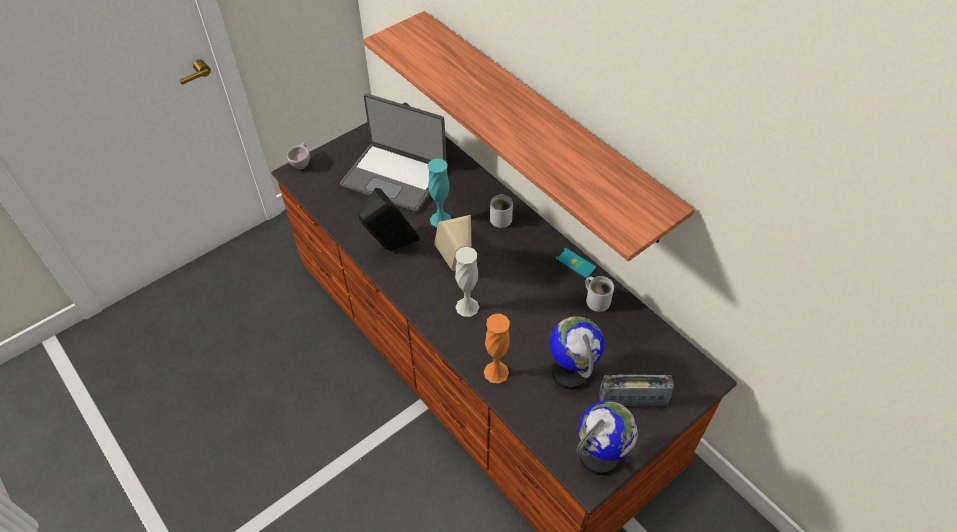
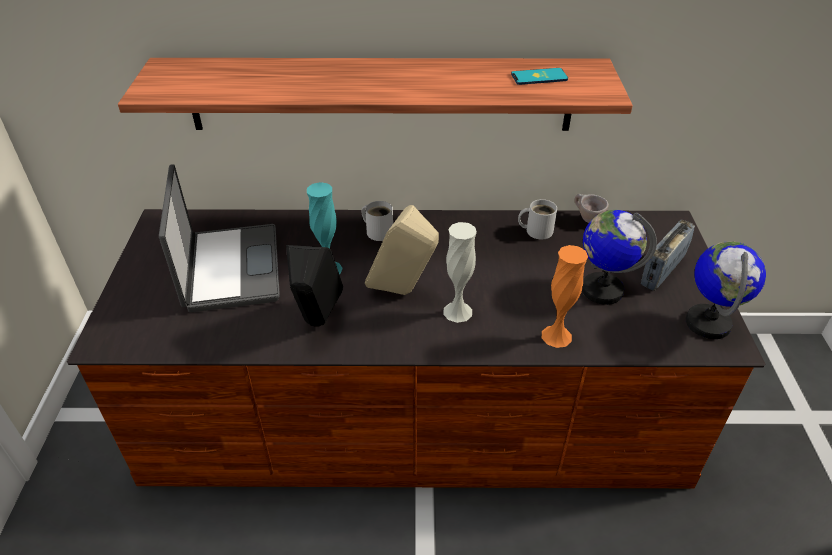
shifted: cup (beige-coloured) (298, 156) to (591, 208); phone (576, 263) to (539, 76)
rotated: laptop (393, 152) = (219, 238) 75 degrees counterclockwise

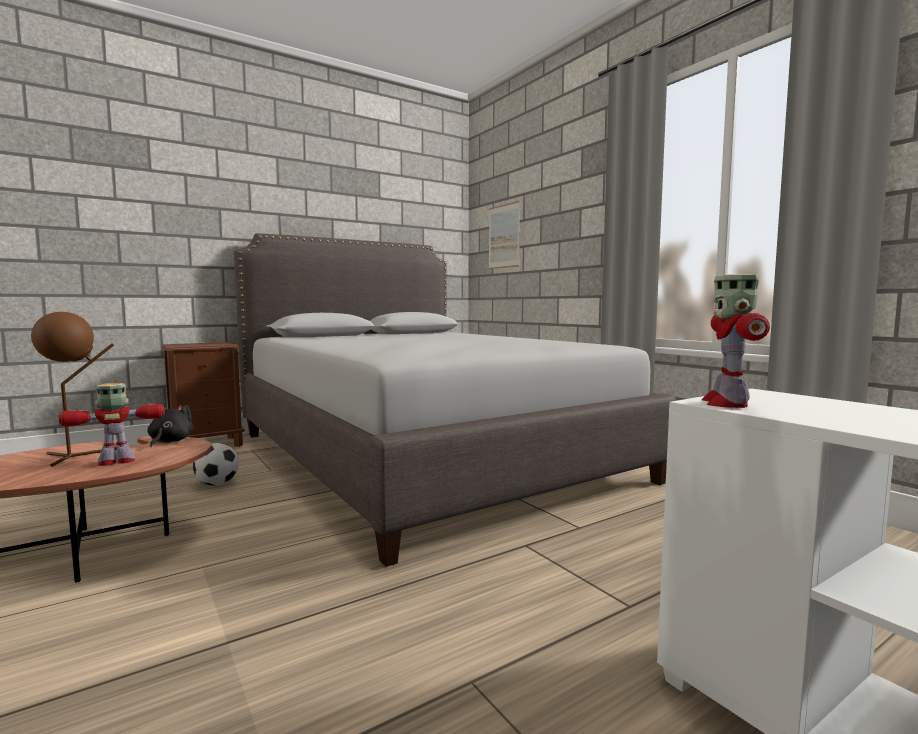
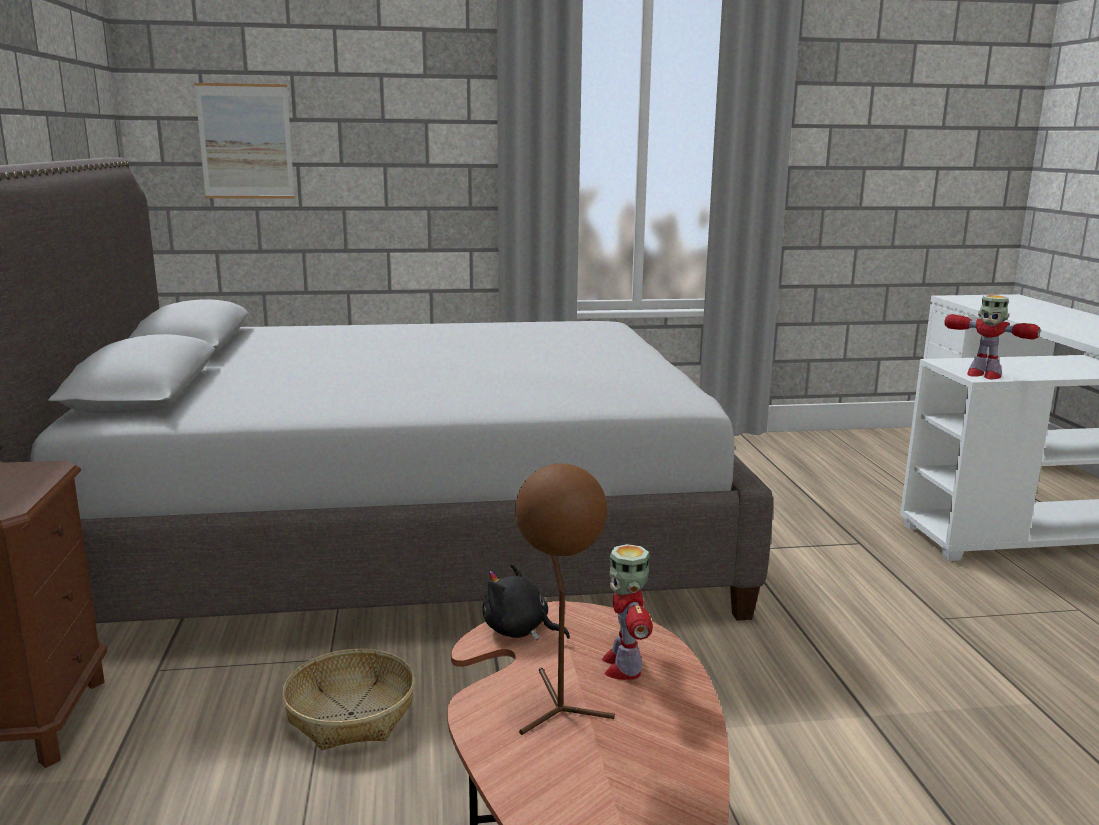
swapped: football (216, 464) to basket (348, 699)

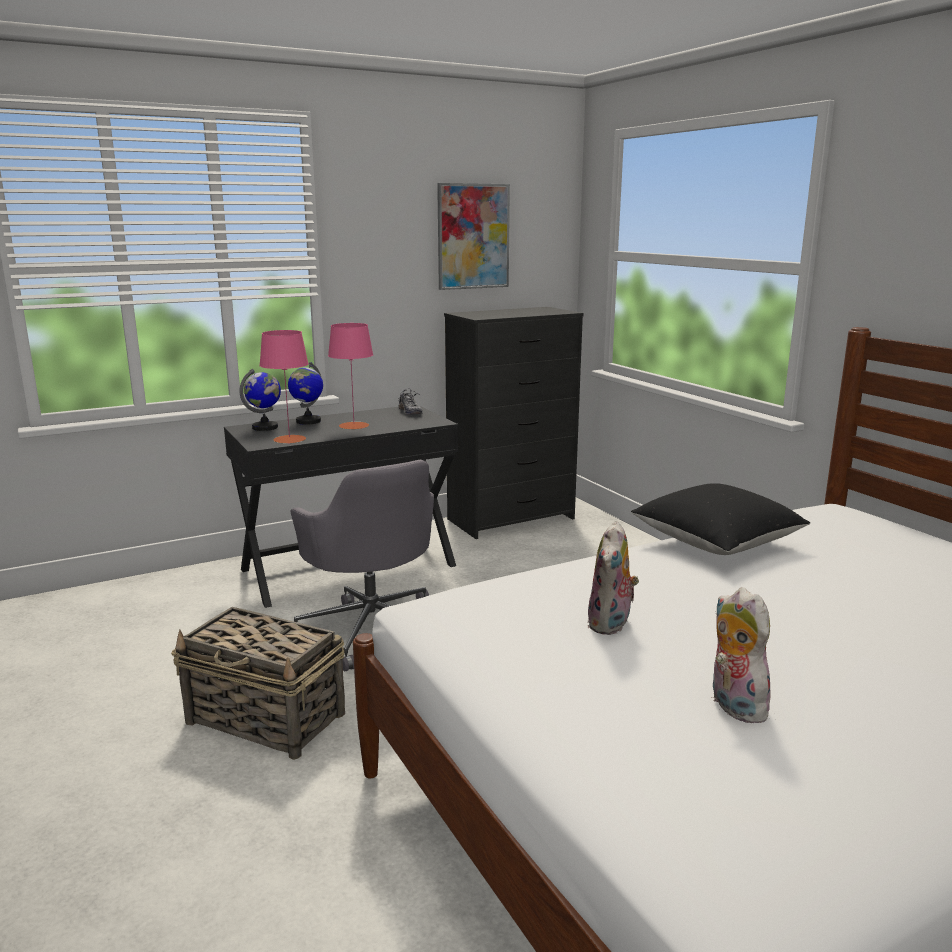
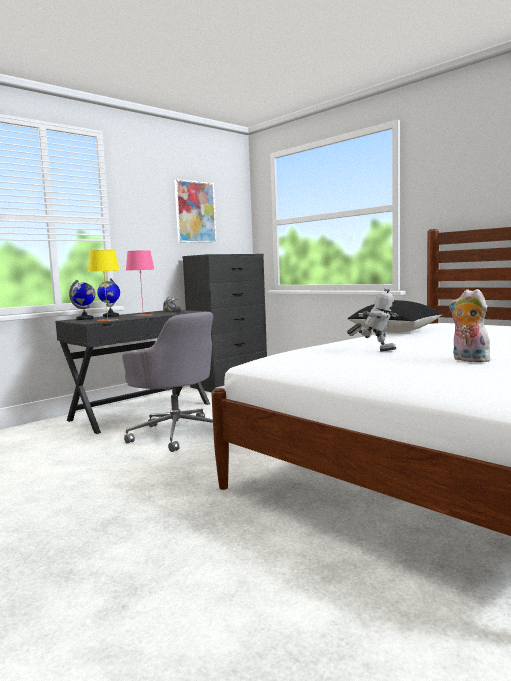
gone: basket (258, 683)
swapped: plush toy (613, 578) to model robot (373, 320)
repainted: table lamp (pinkish) (284, 387) to table lamp (yellowish) (103, 285)

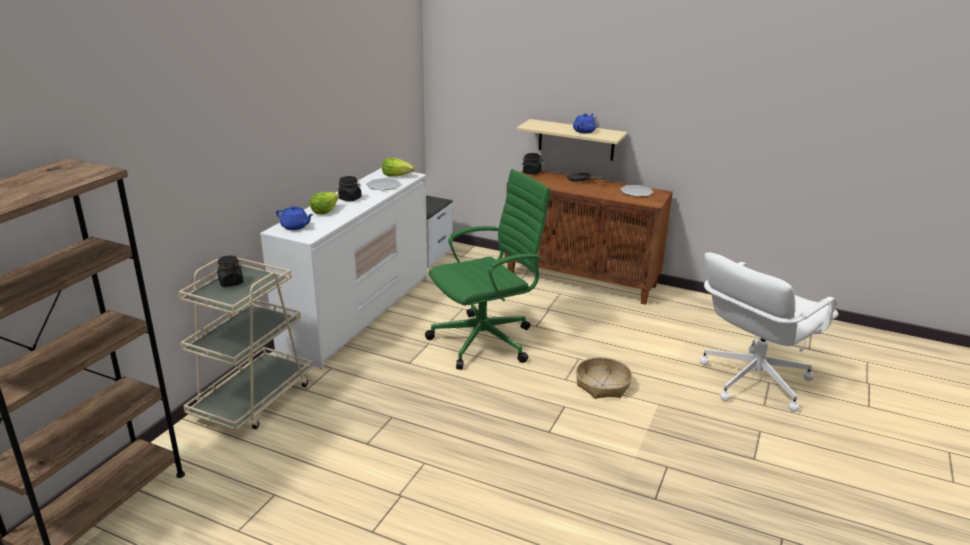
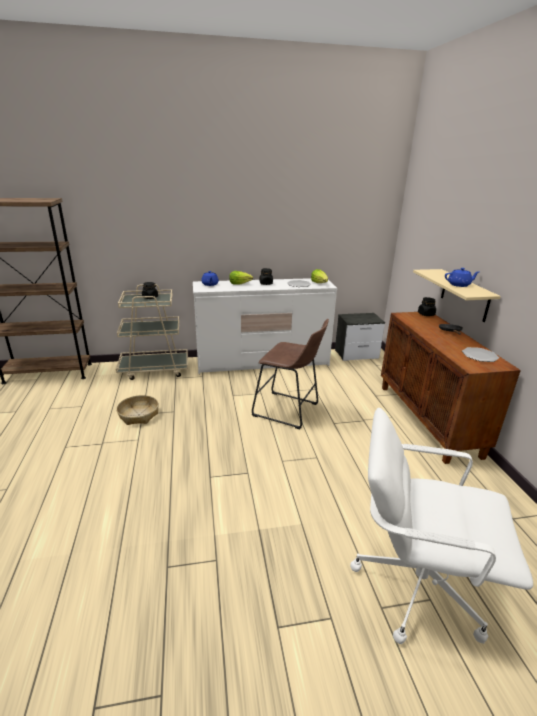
shifted: basket (604, 378) to (137, 410)
swapped: office chair (green-coloured) (488, 269) to stool (brown-coloured) (290, 374)

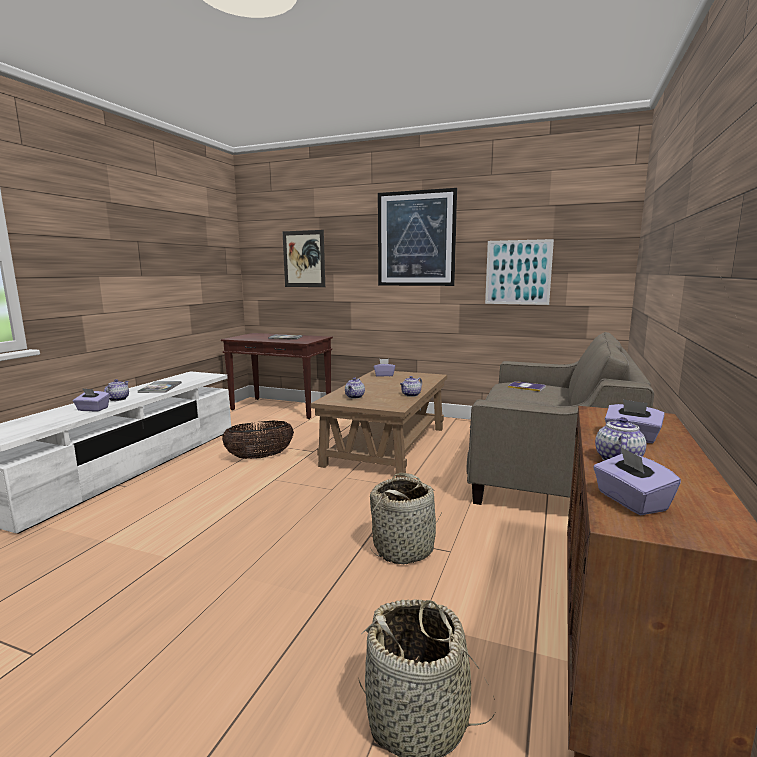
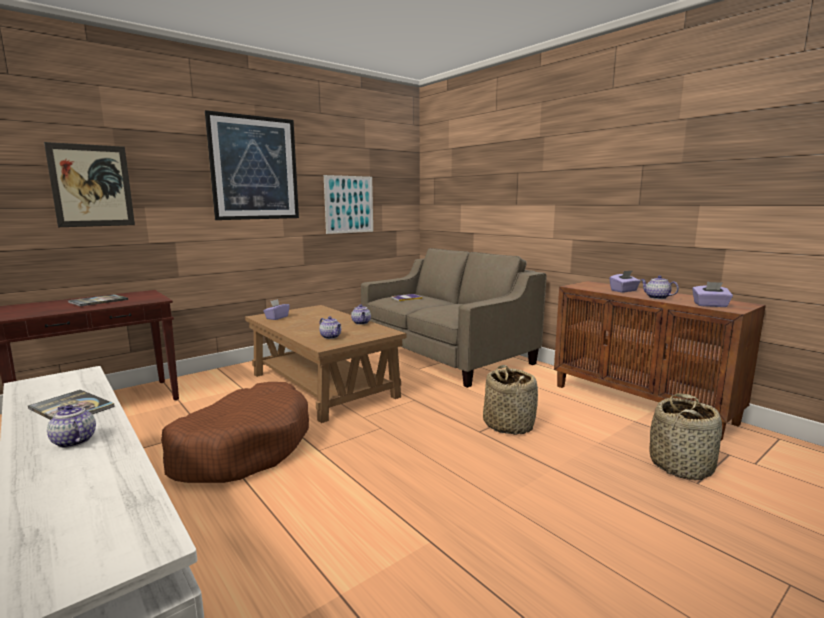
gone: box of tissues (purple-coloured) (91, 400)
swapped: basket (258, 440) to dog cushion (brown-coloured) (235, 432)

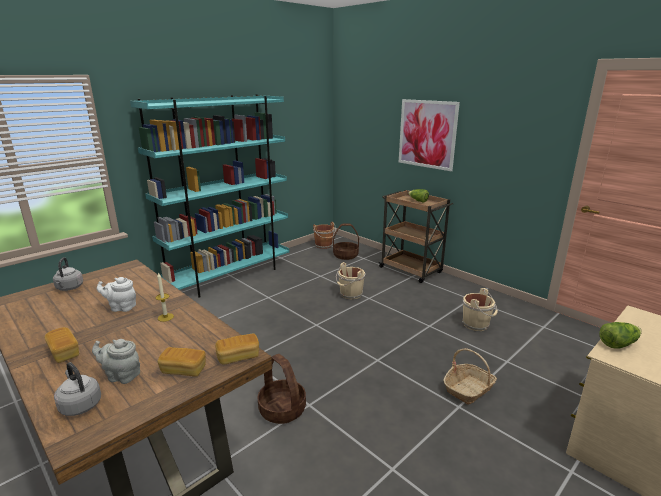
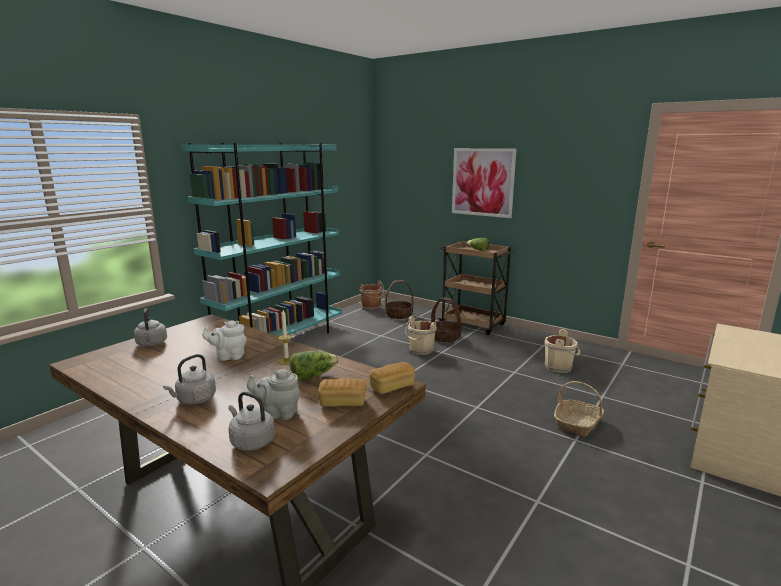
shifted: basket (281, 389) to (446, 319); head of lettuce (620, 335) to (314, 366)
swapped: bread (62, 345) to kettle (greyish) (189, 379)

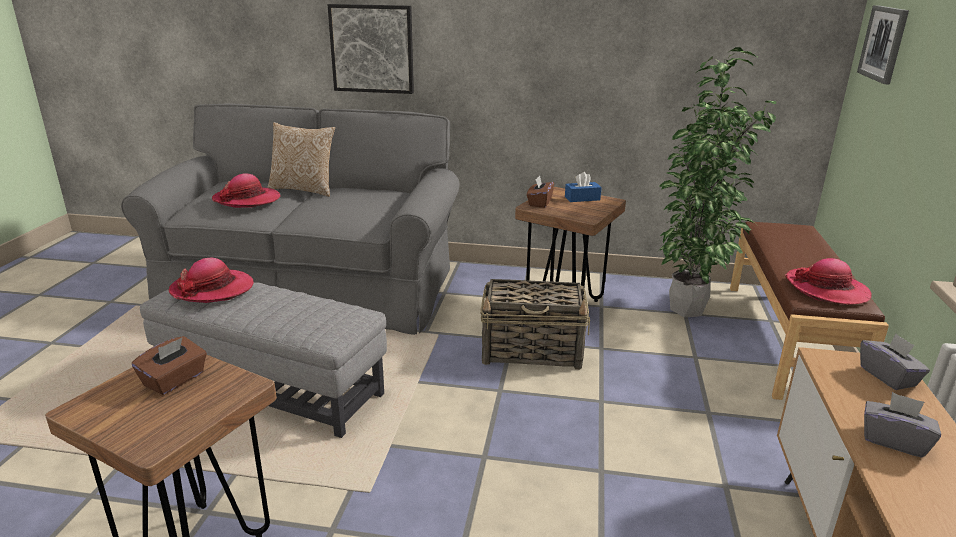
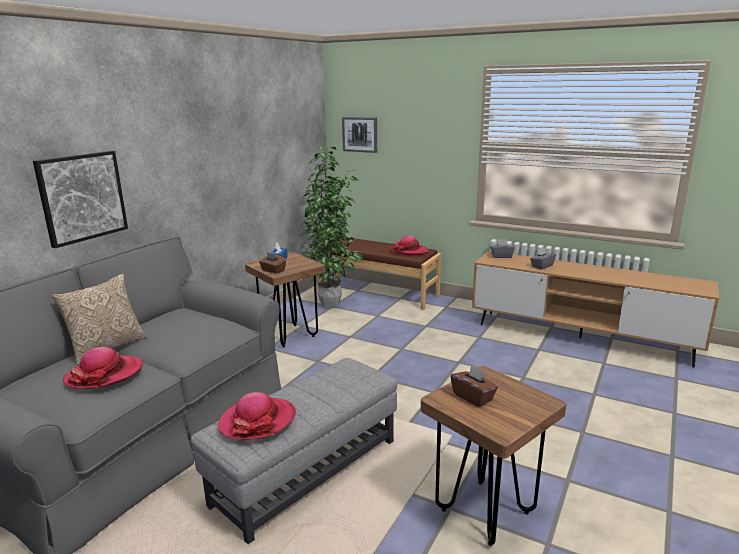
gone: basket (535, 324)

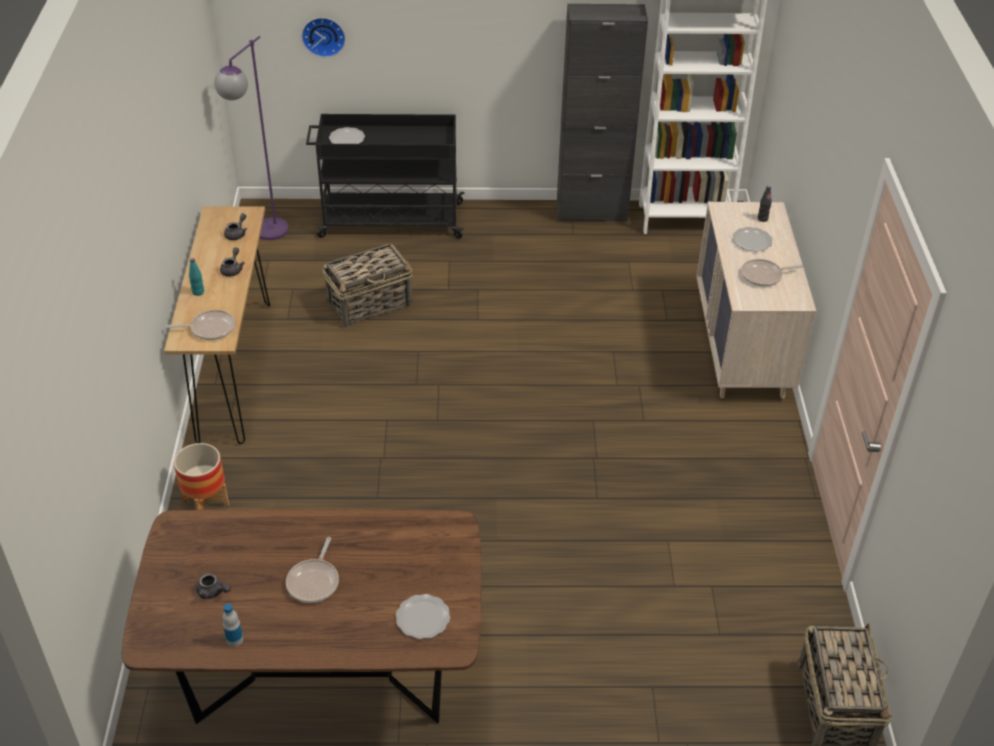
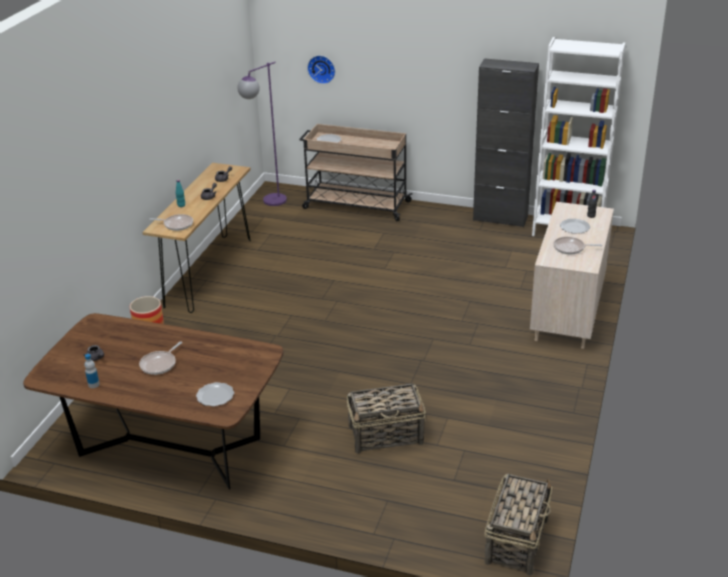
shifted: basket (367, 285) to (386, 419)
repainted: trolley (black-coloured) (385, 176) to trolley (beige-coloured) (355, 172)

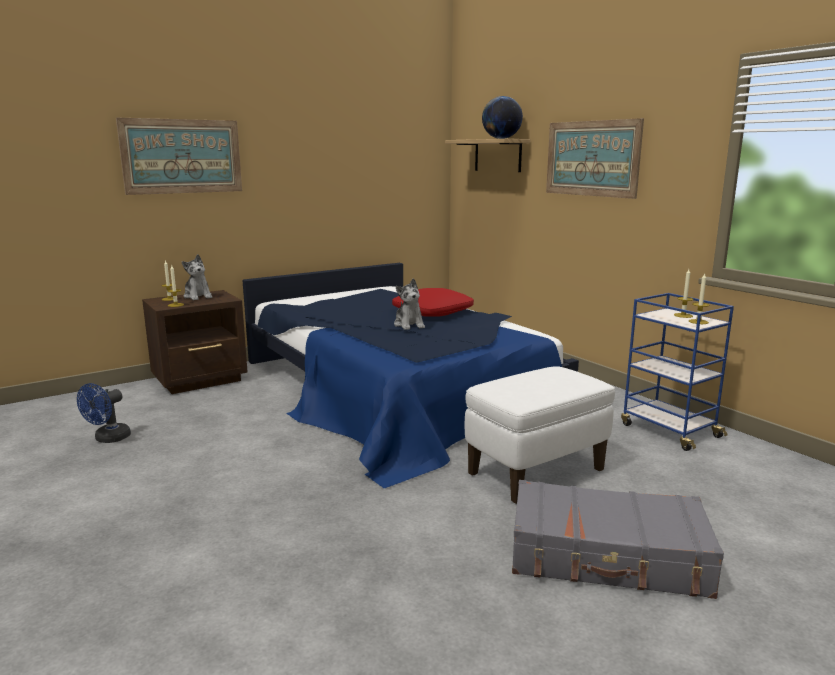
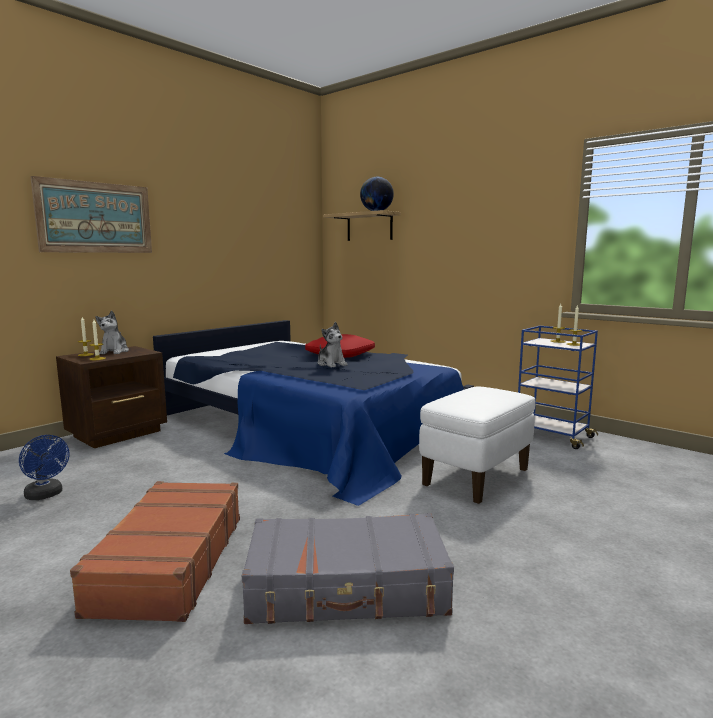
gone: wall picture (595, 158)
new: travel case (brown-coloured) (155, 551)
shifted: travel case (greyish) (618, 539) to (348, 568)
rotated: cooling fan (blue) (104, 413) = (44, 467) 60 degrees counterclockwise; plush toy (197, 277) = (112, 332) 45 degrees clockwise

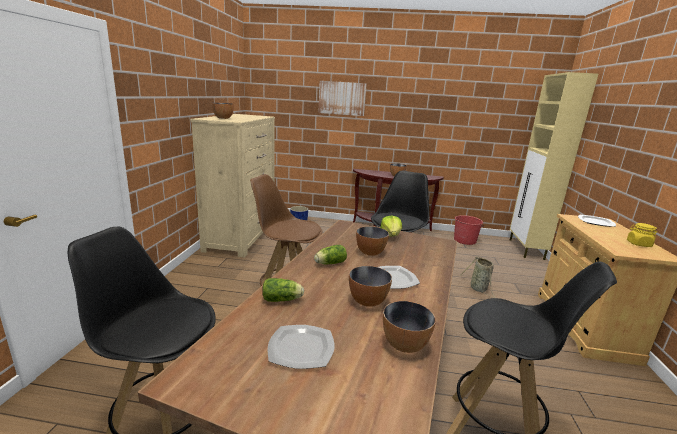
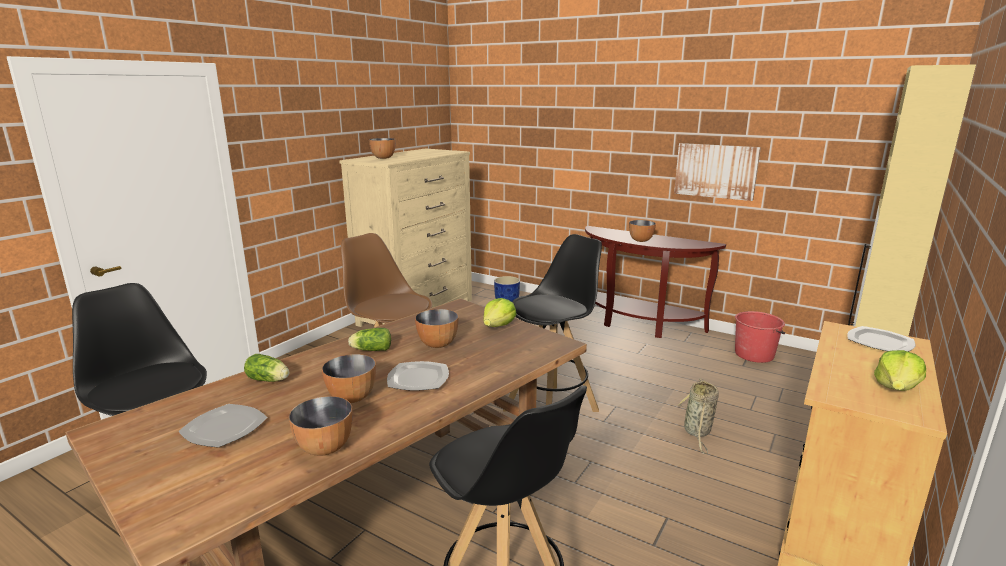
shifted: wall picture (342, 98) to (717, 172)
swapped: preserve jar (yellowish) (642, 235) to head of lettuce (900, 370)

